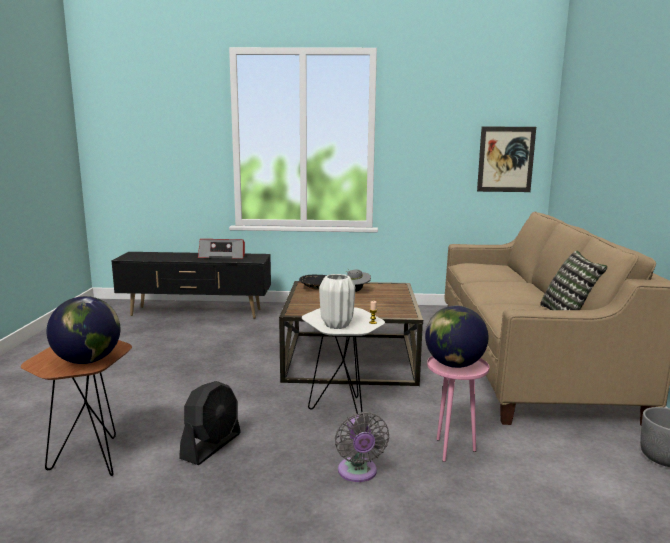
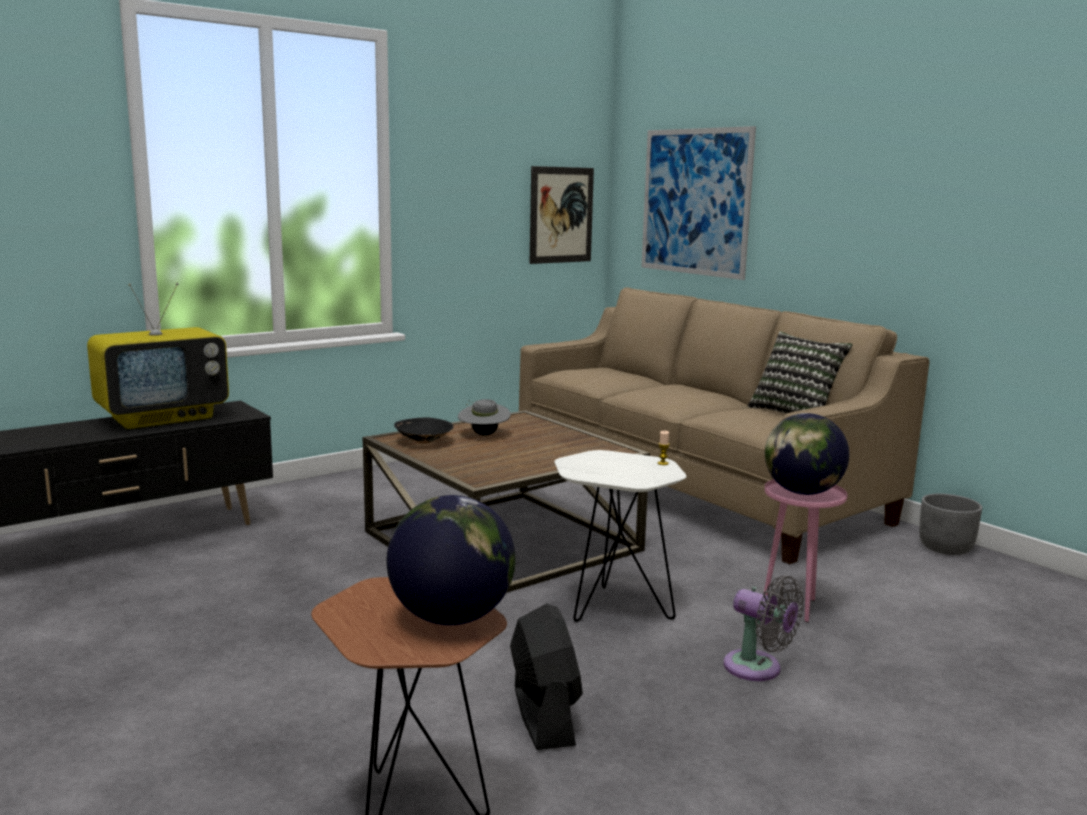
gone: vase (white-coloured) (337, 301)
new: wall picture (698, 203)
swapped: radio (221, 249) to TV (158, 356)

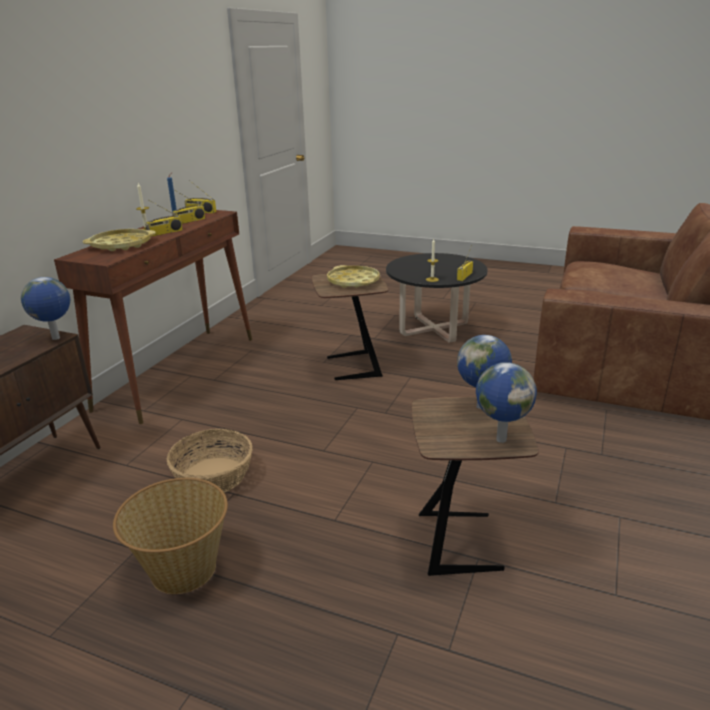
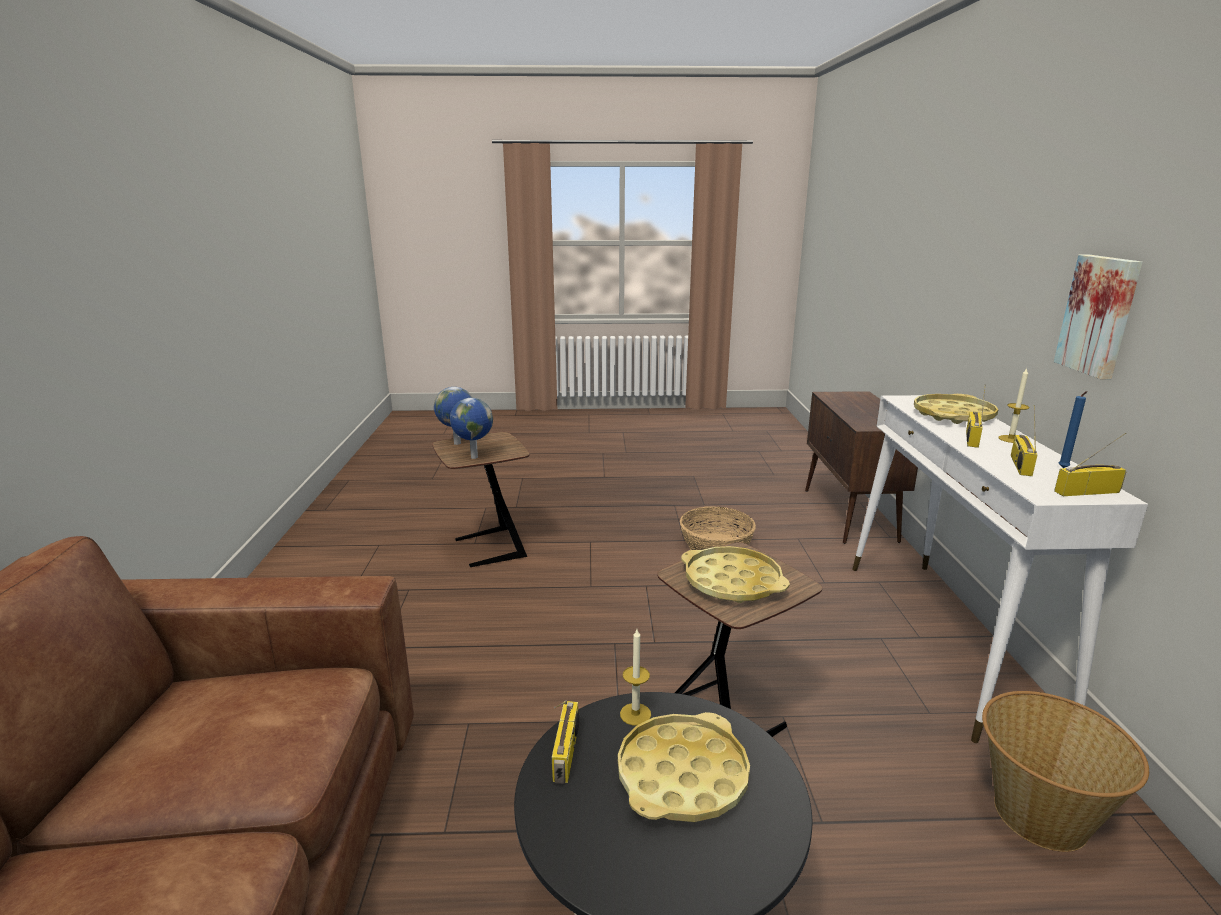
gone: globe (45, 308)
new: carrying tray (yellowish) (684, 767); wall picture (1098, 317)
shifted: basket (170, 536) to (1065, 771)
repainted: hall table (brown-coloured) (153, 317) to hall table (white-coloured) (1000, 569)

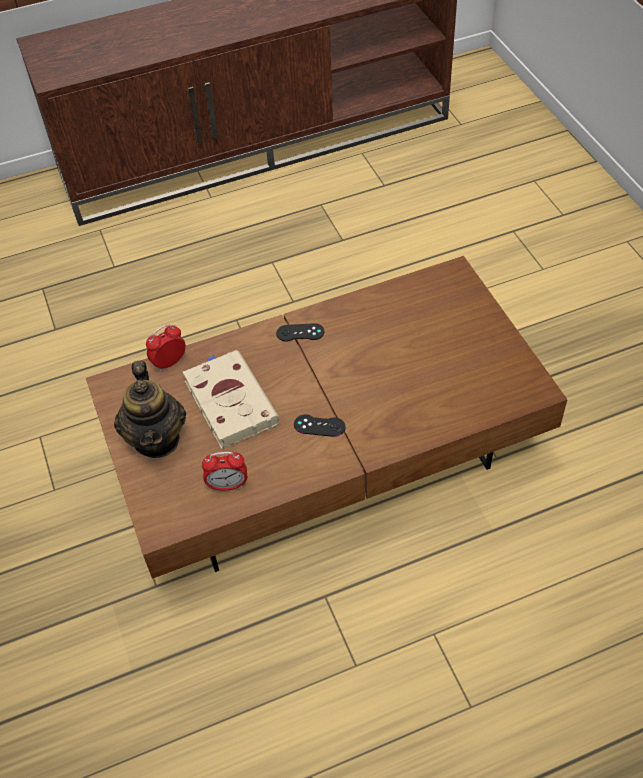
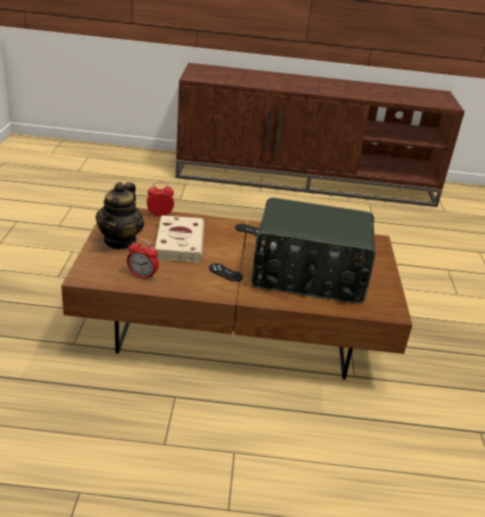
new: radio (314, 251)

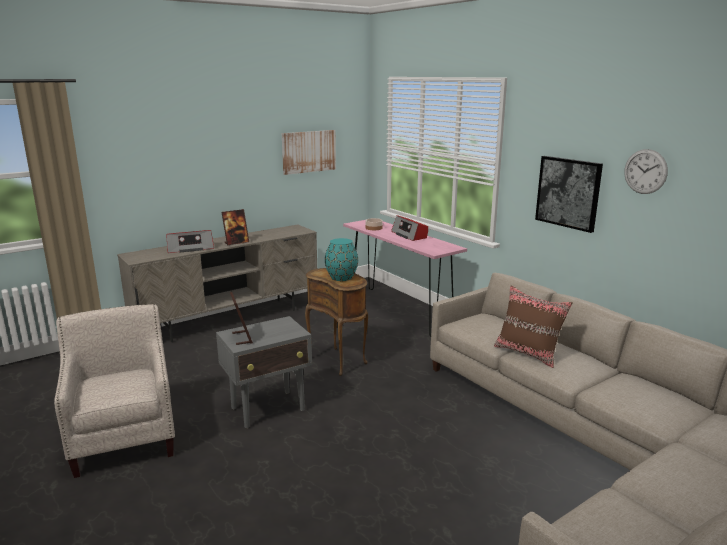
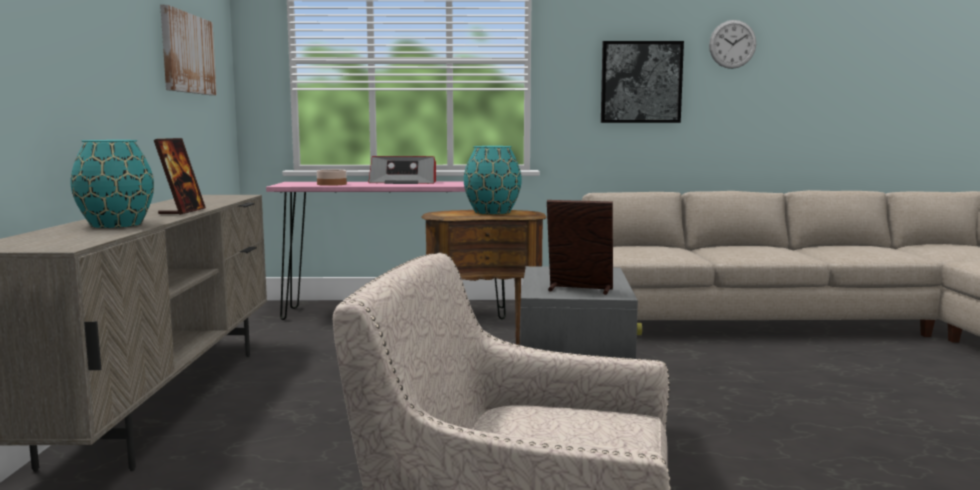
gone: throw pillow (brown-coloured) (533, 326)
swapped: radio (190, 241) to vase (turquoise-coloured) (112, 184)

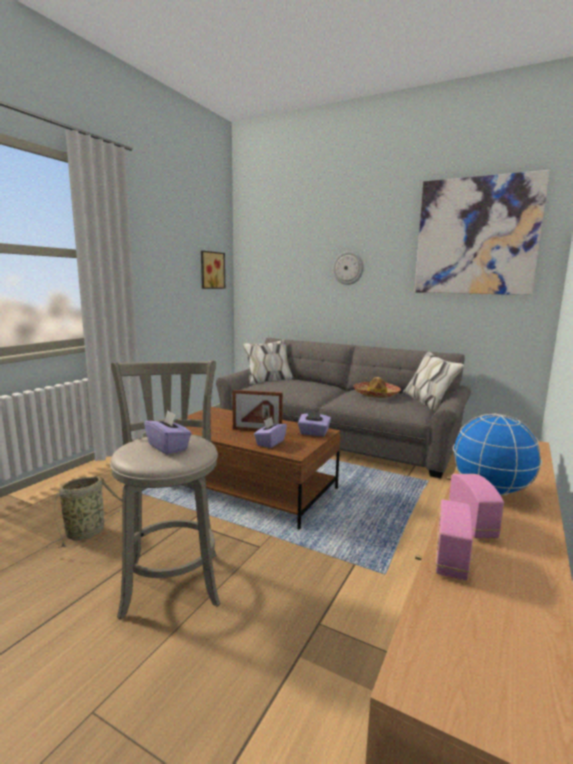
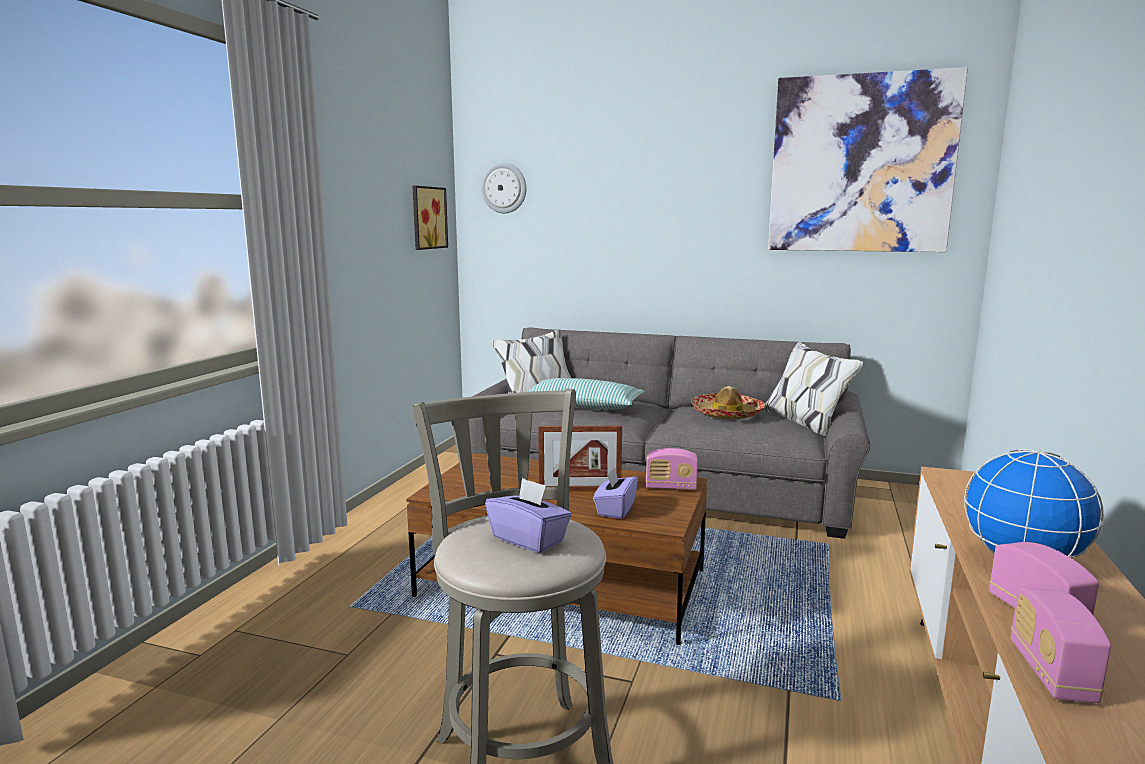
gone: basket (84, 512)
new: throw pillow (586, 394)
shifted: hanging clock (348, 268) to (504, 187)
swapped: box of tissues (purple-coloured) (314, 423) to radio (672, 469)

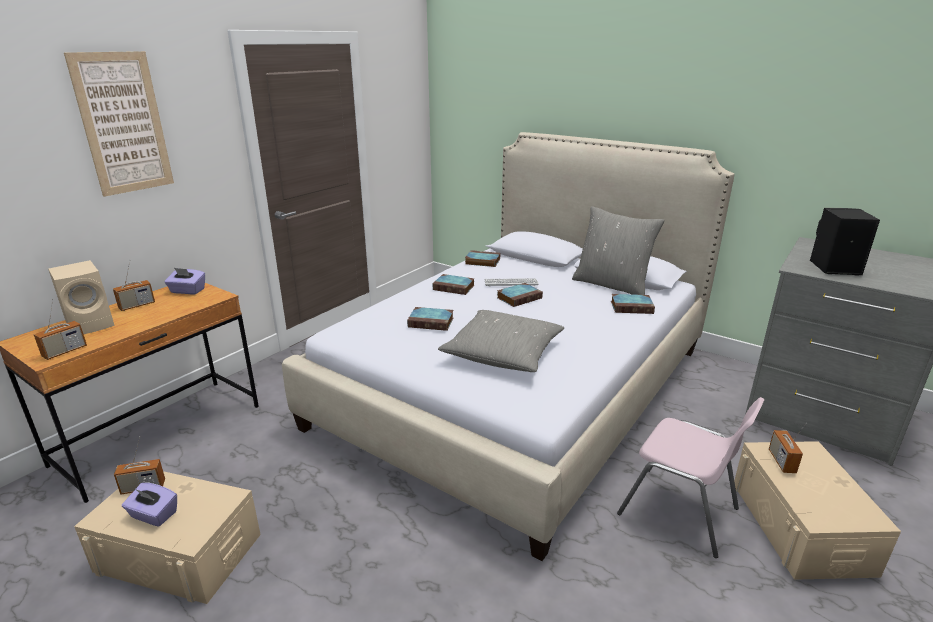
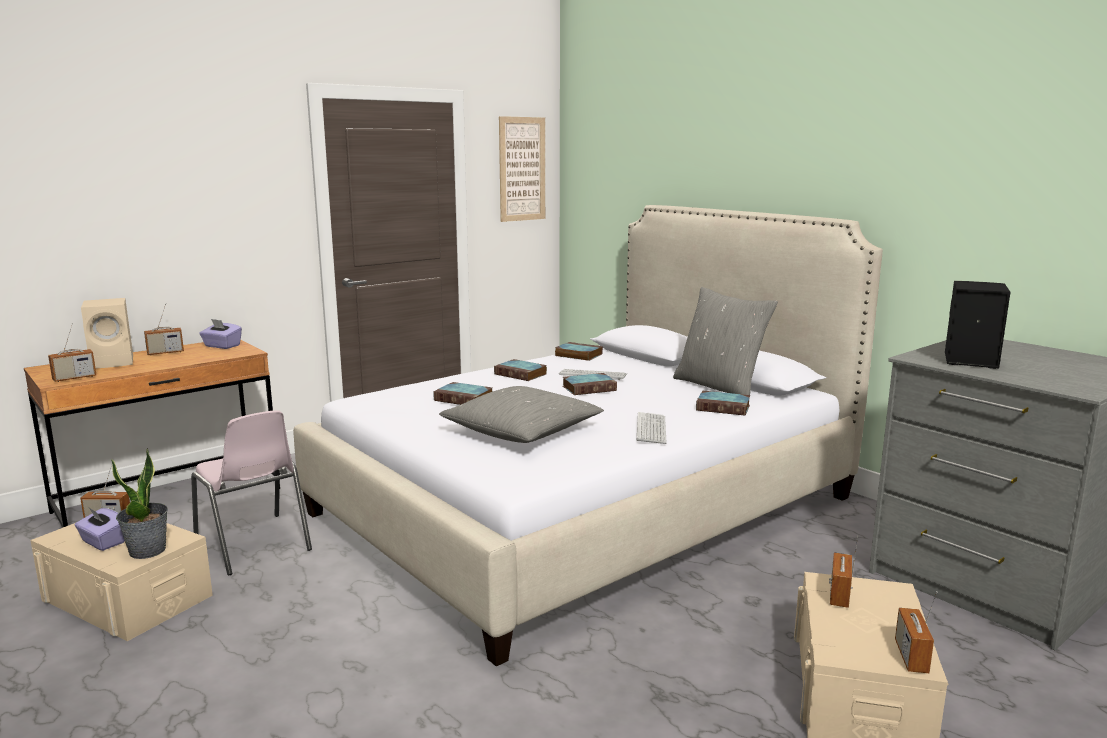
new: potted plant (139, 503); keyboard (652, 428); radio (916, 632)
shifted: wall picture (119, 124) to (522, 169); upright chair (pinkish) (691, 477) to (251, 492)

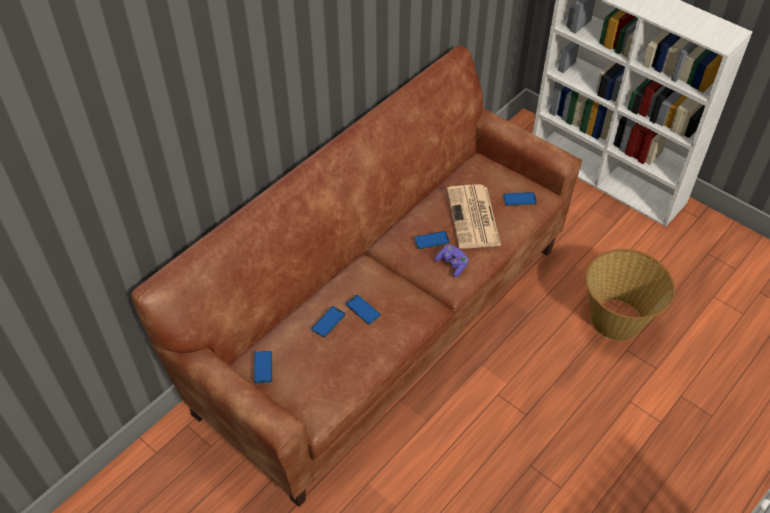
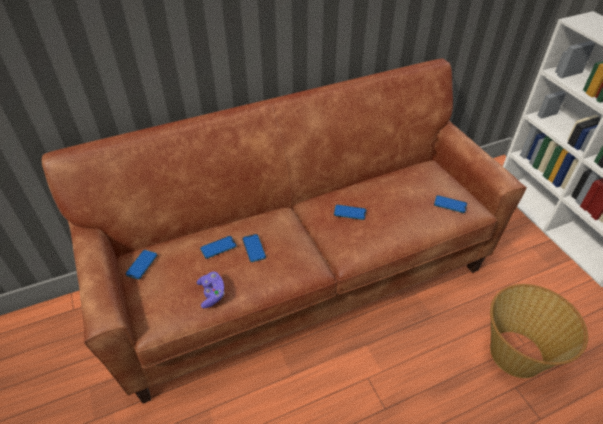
gone: printed paper (474, 216)
shifted: gamepad (purple-coloured) (451, 261) to (210, 290)

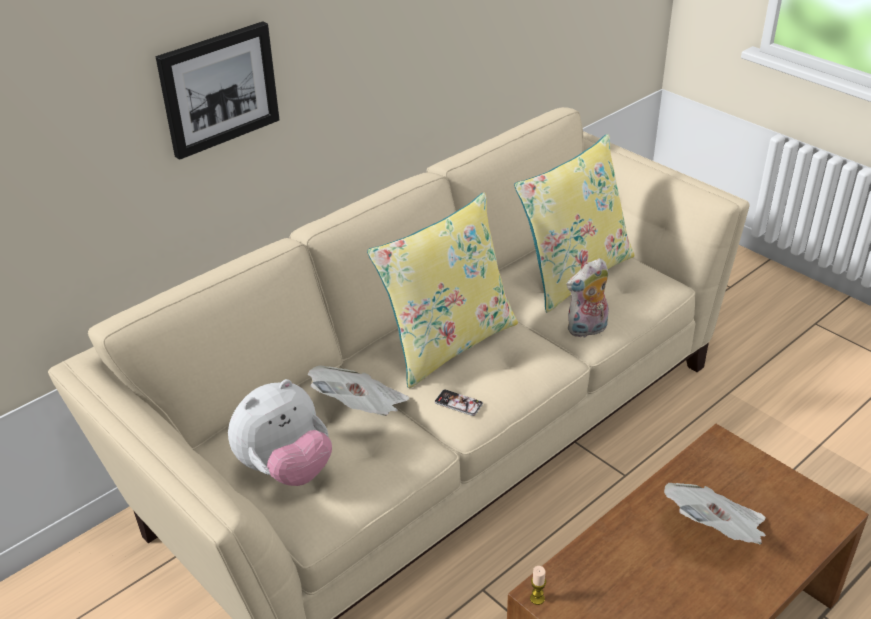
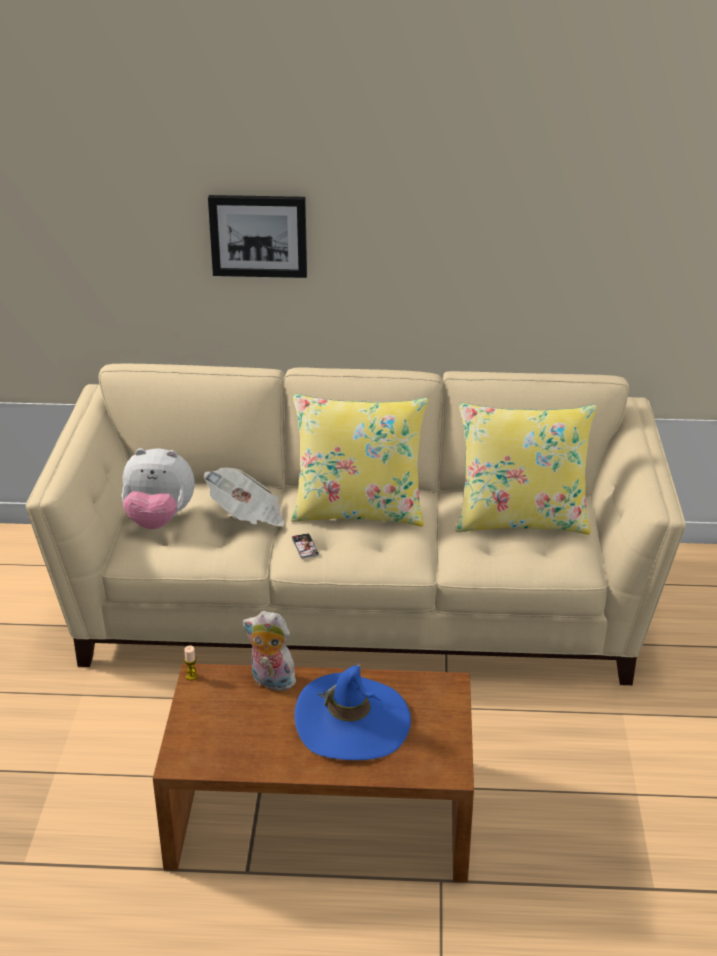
shifted: plush toy (588, 297) to (270, 651)
swapped: printed paper (715, 513) to wearable hat (blue) (352, 711)

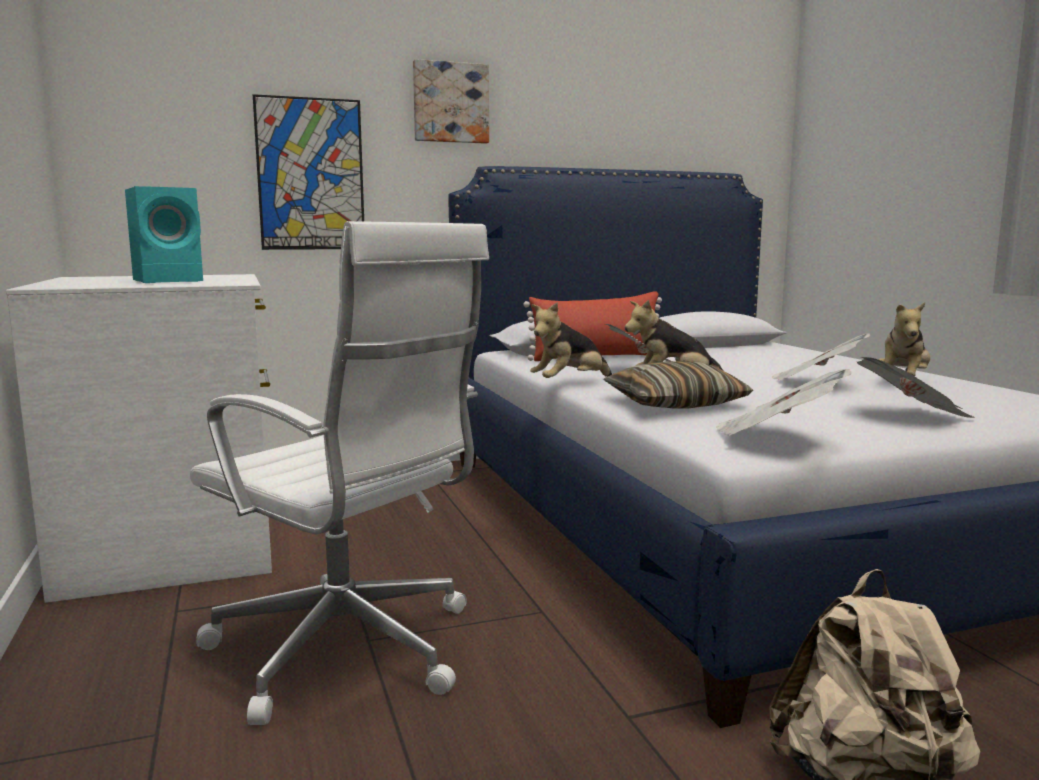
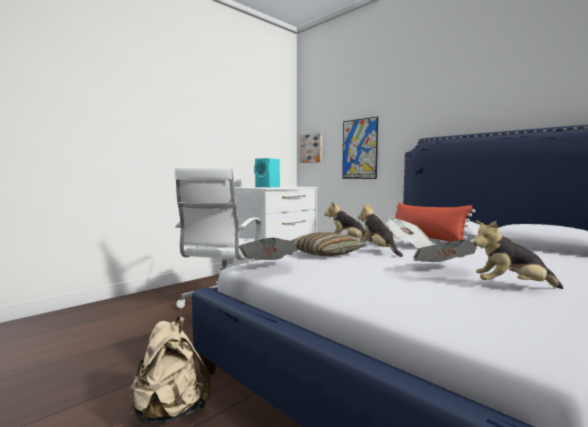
gone: printed paper (916, 387)
shifted: wall picture (451, 101) to (311, 148)

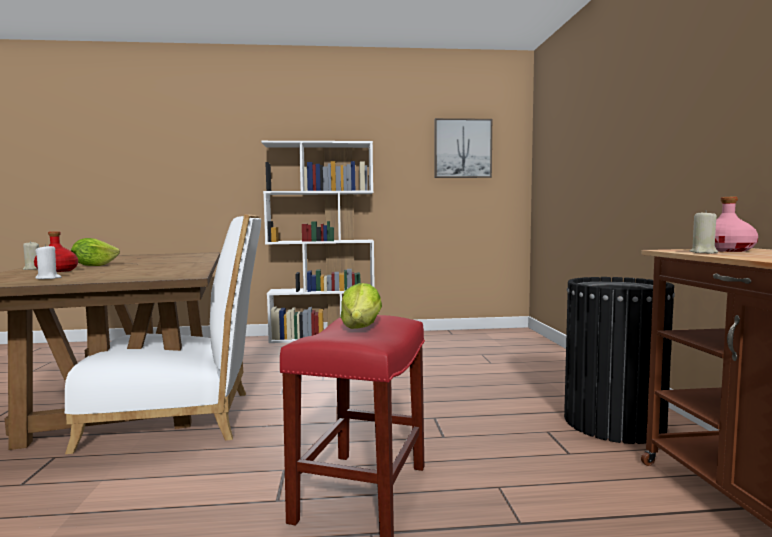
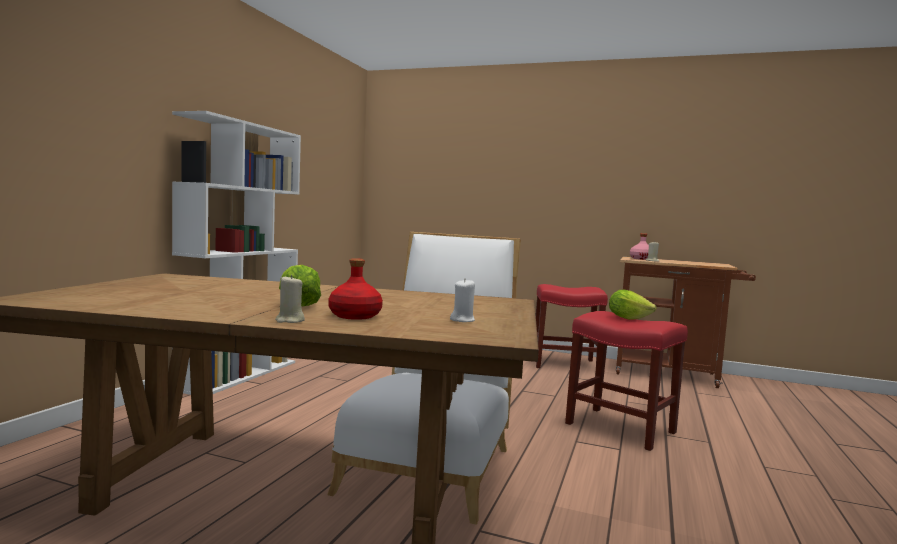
gone: wall picture (463, 148)
swapped: rubbish bin (black-coloured) (619, 360) to stool (reddish) (572, 326)

